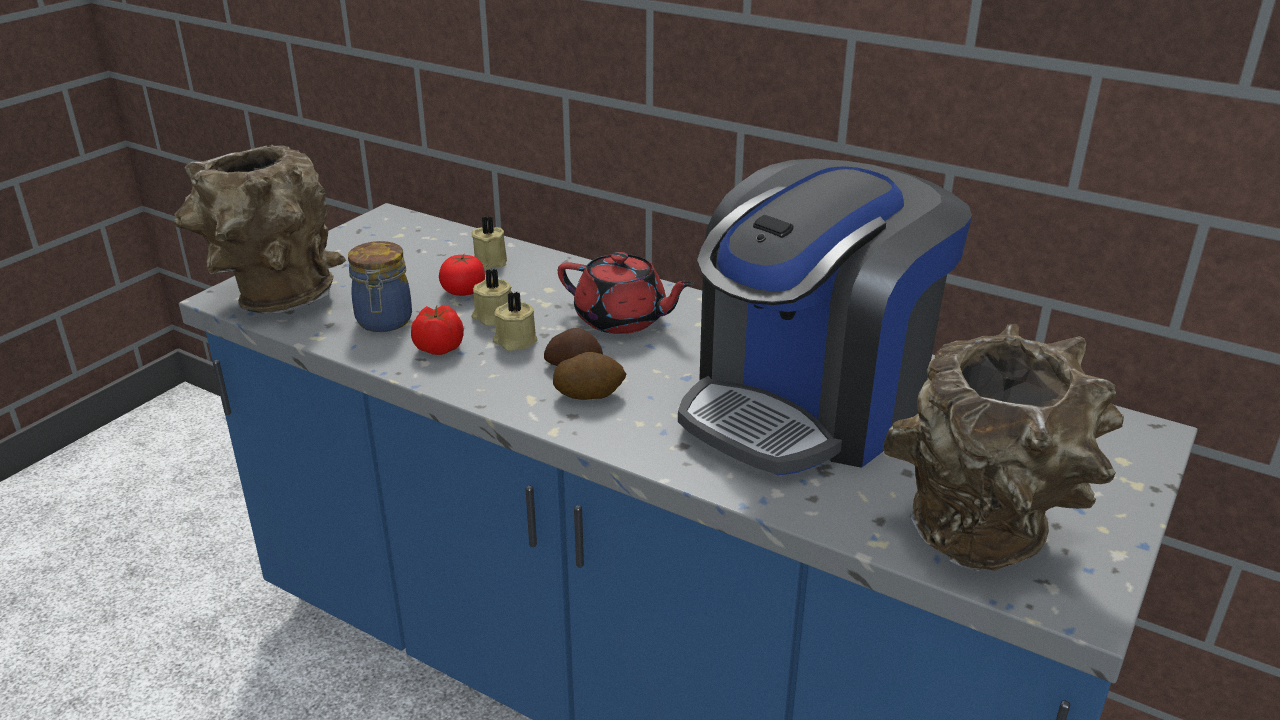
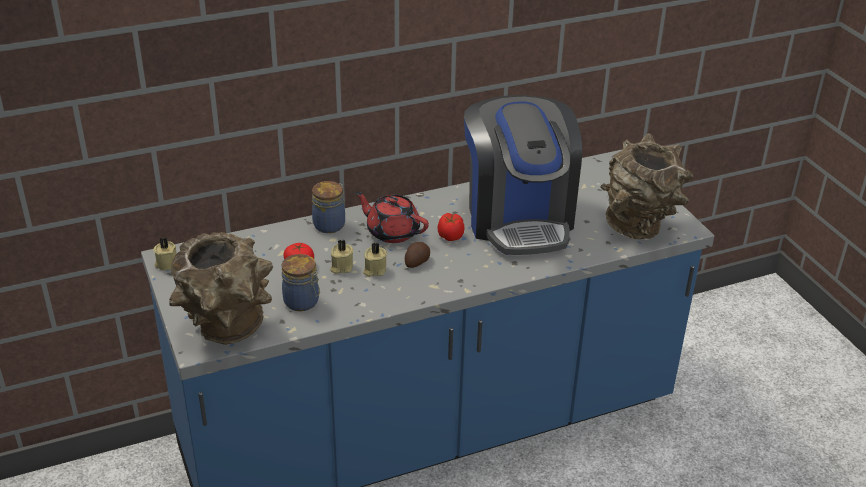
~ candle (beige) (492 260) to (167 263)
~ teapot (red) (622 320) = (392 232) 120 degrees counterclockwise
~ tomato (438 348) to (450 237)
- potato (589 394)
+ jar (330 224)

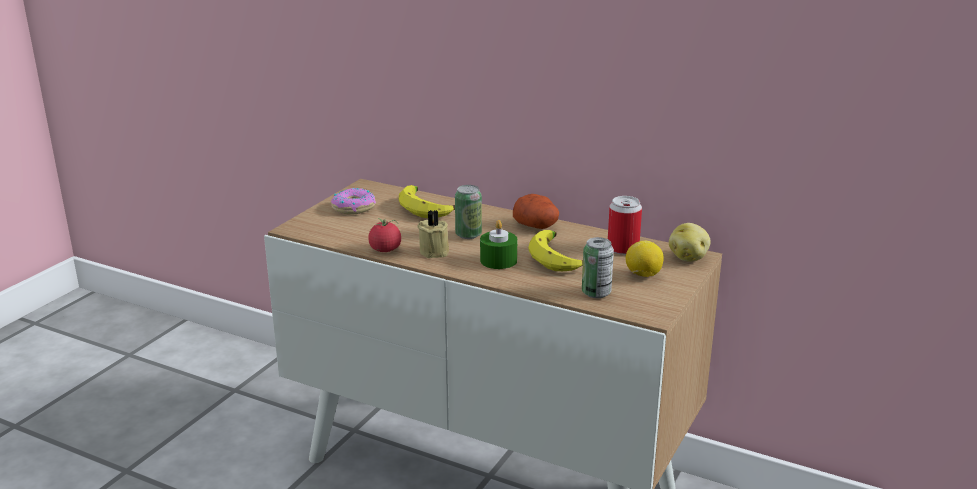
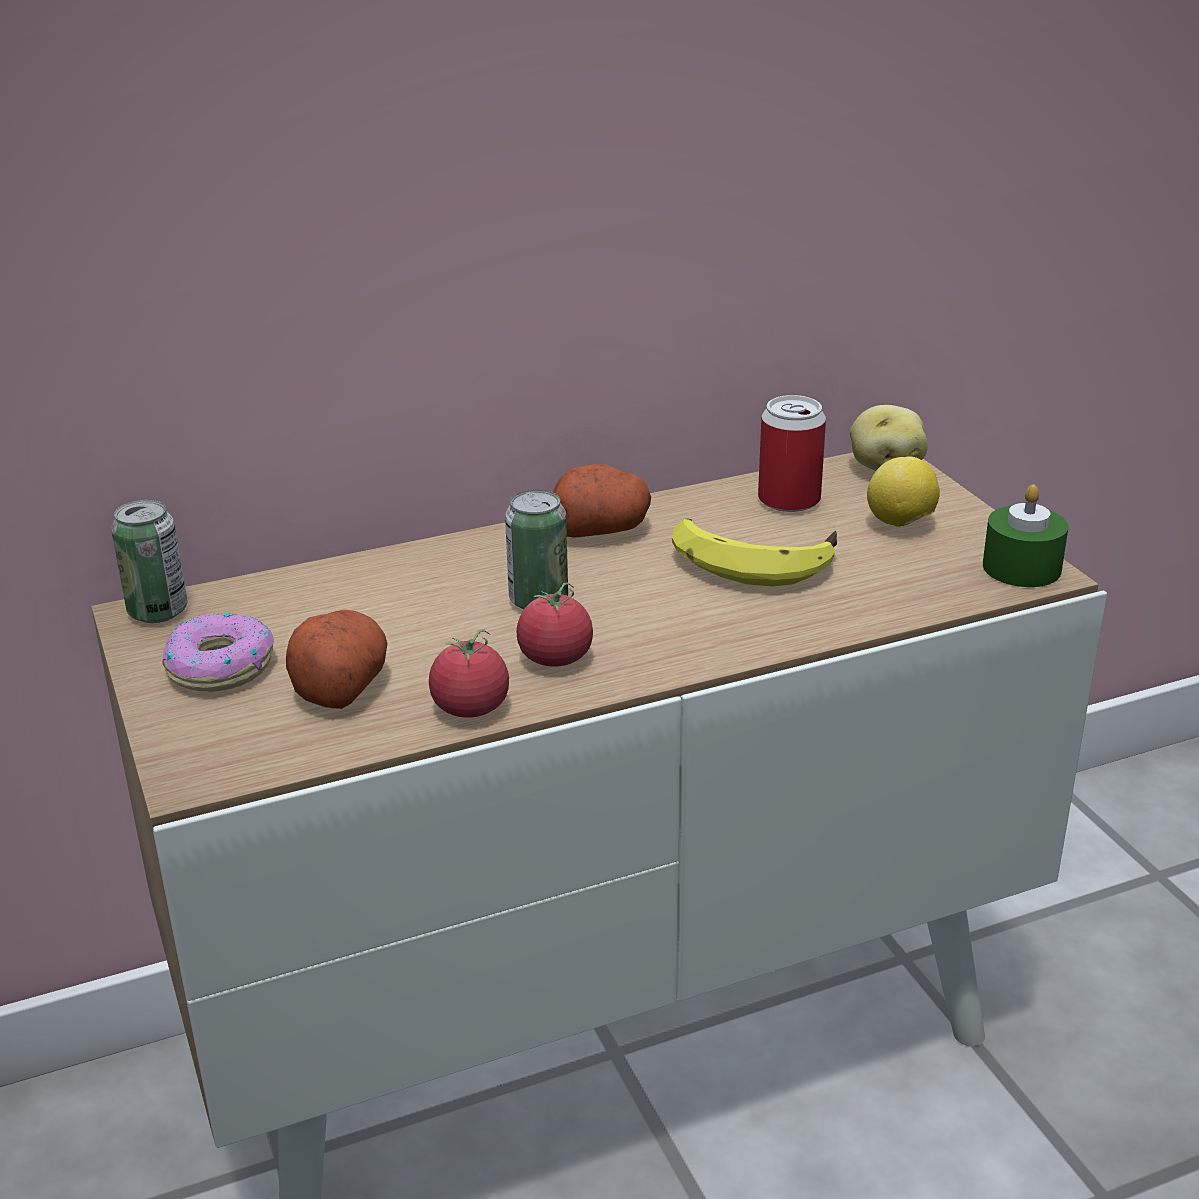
- banana (429 208)
~ candle (beige) (435 251) to tomato (555 658)
~ candle (green) (498 260) to (1021 568)
~ can (596 293) to (158 611)
+ potato (339 686)

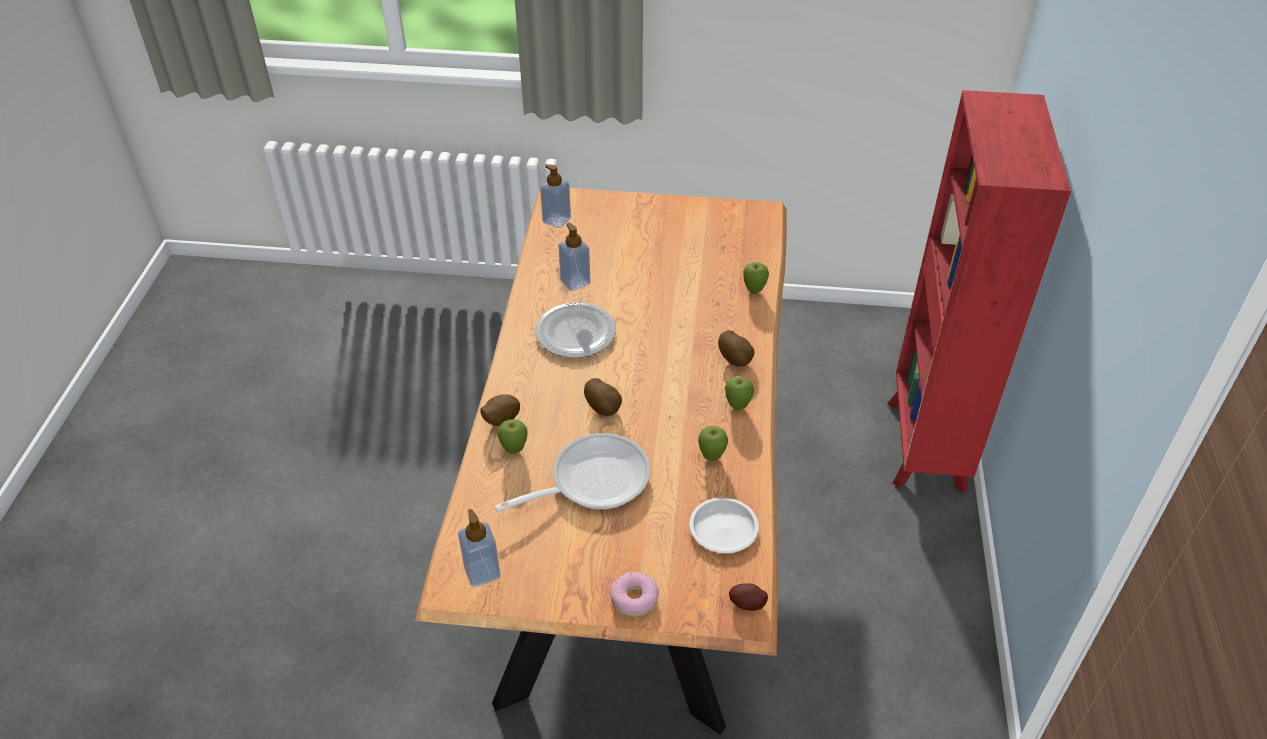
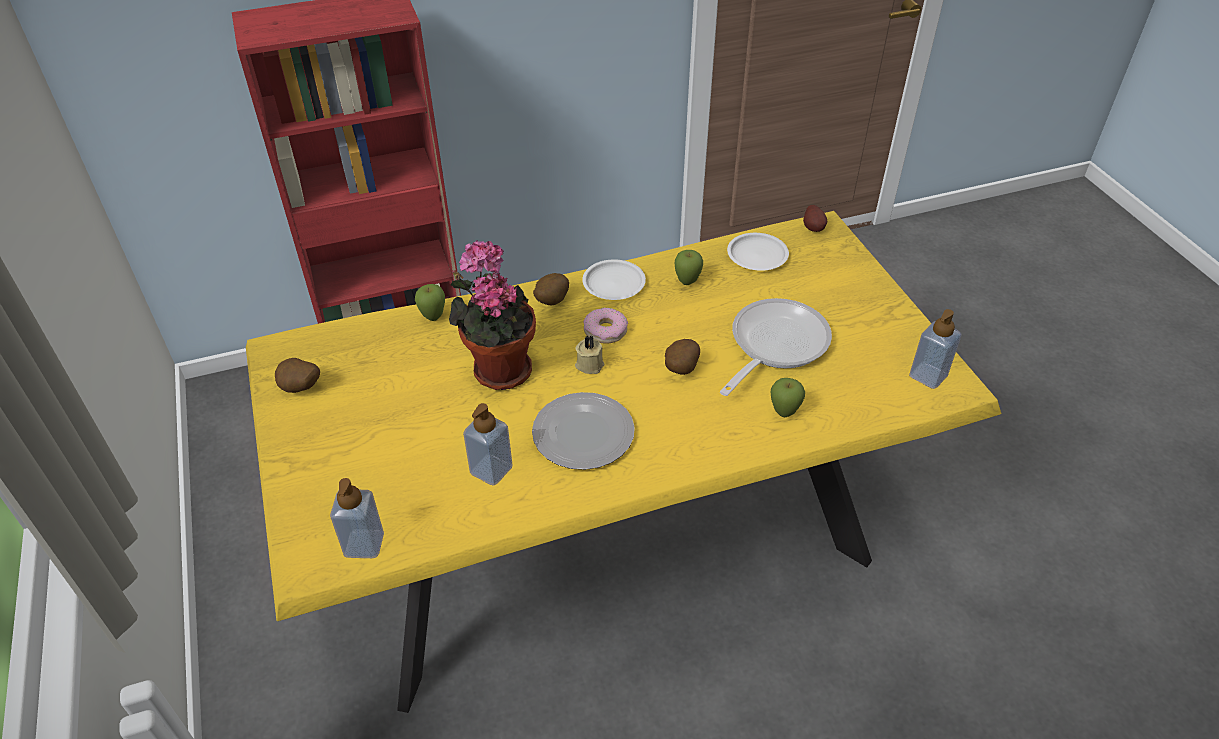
~ dining table (brown) (632 525) to dining table (yellow) (611 541)
~ apple (737 407) to plate (white) (614 284)
~ potato (500 420) to (301 389)
~ frying pan (591 480) = (774 345) 90 degrees clockwise
~ donut (634 598) to (605 331)
+ potted plant (498 368)
+ candle (beige) (589 364)

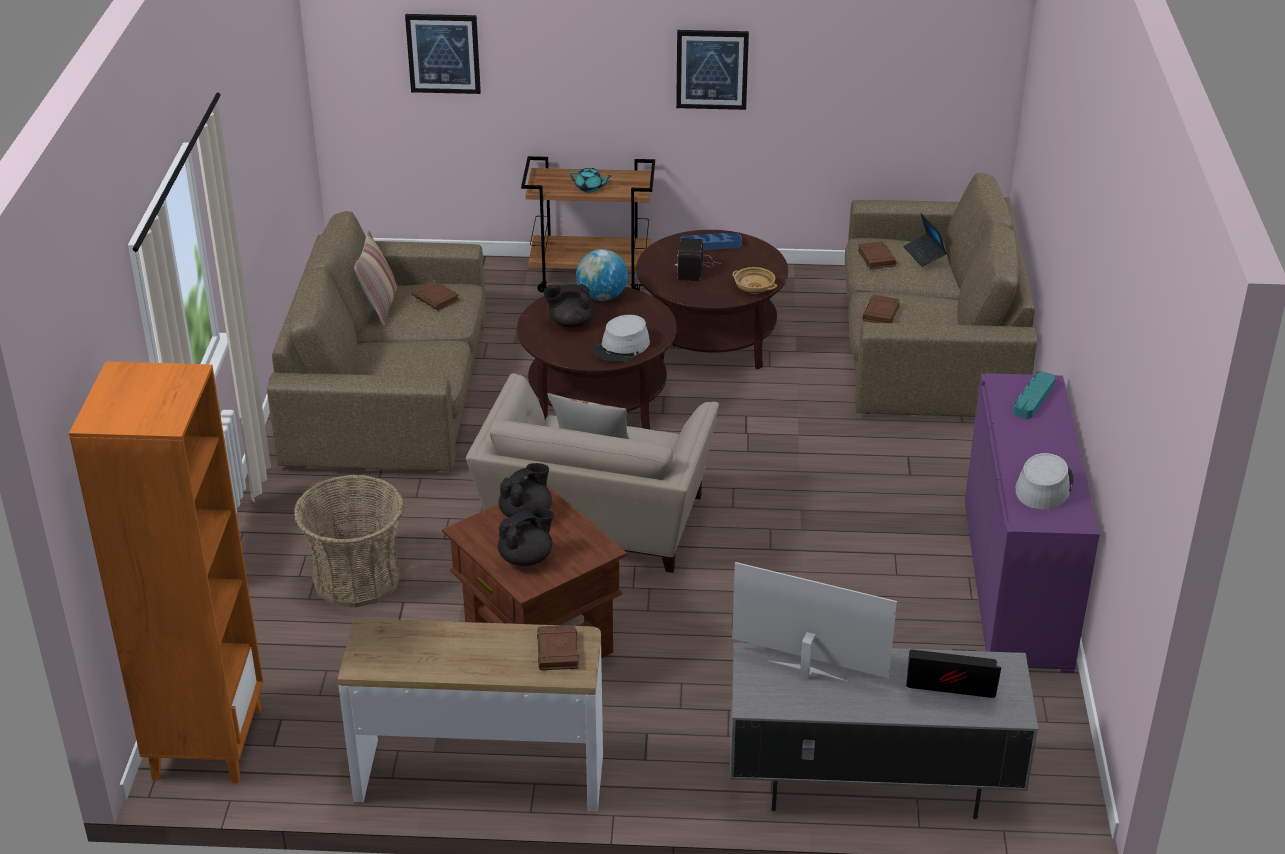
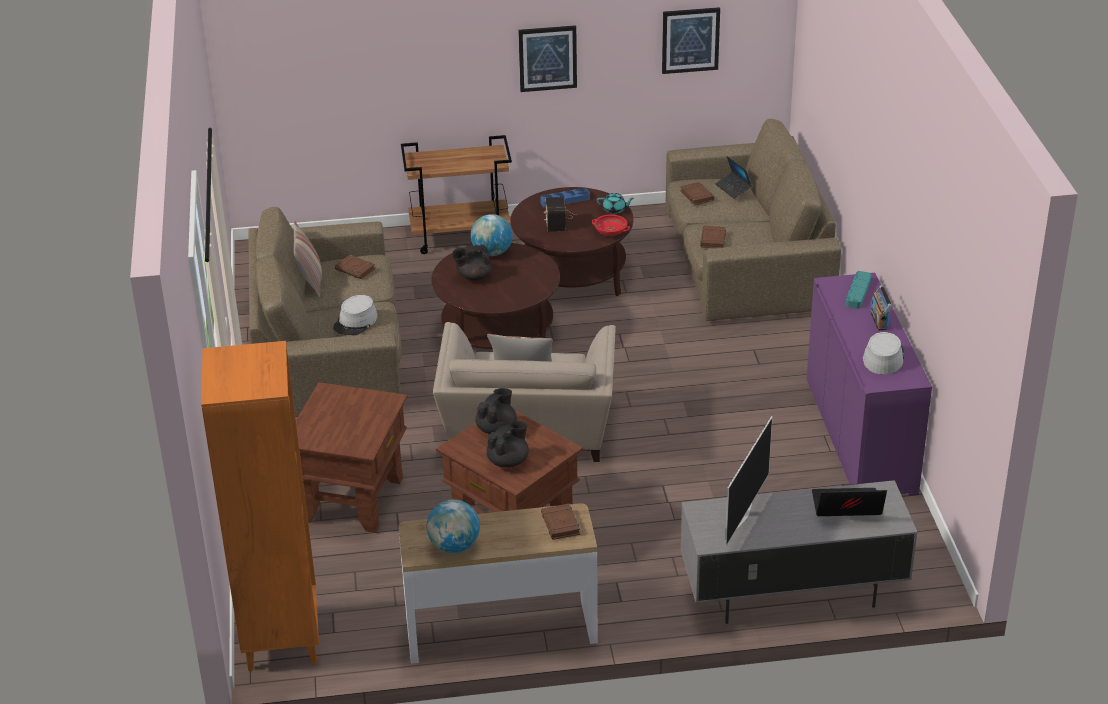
~ picture (443 53) to (690 40)
~ teapot (turquoise) (590 188) to (614 209)
~ bowl (beige) (753 289) to bowl (red) (610 232)
~ hat (grey) (622 347) to (355 322)
~ basket (356 578) to side table (brown) (353 499)
~ television (806 673) = (741 516) 105 degrees clockwise
+ radio (879 320)
+ globe (454 546)

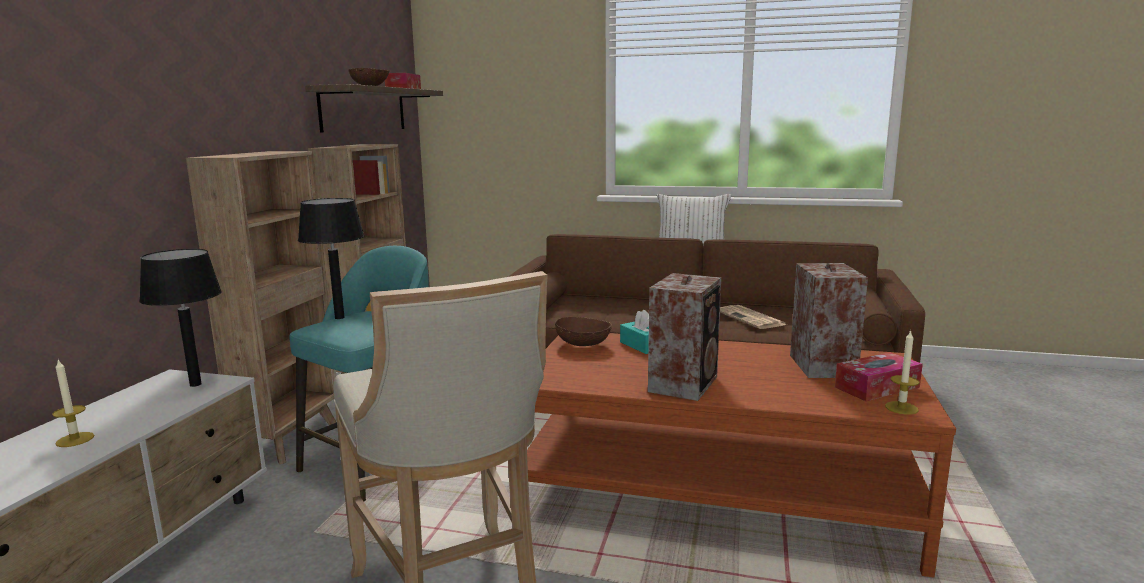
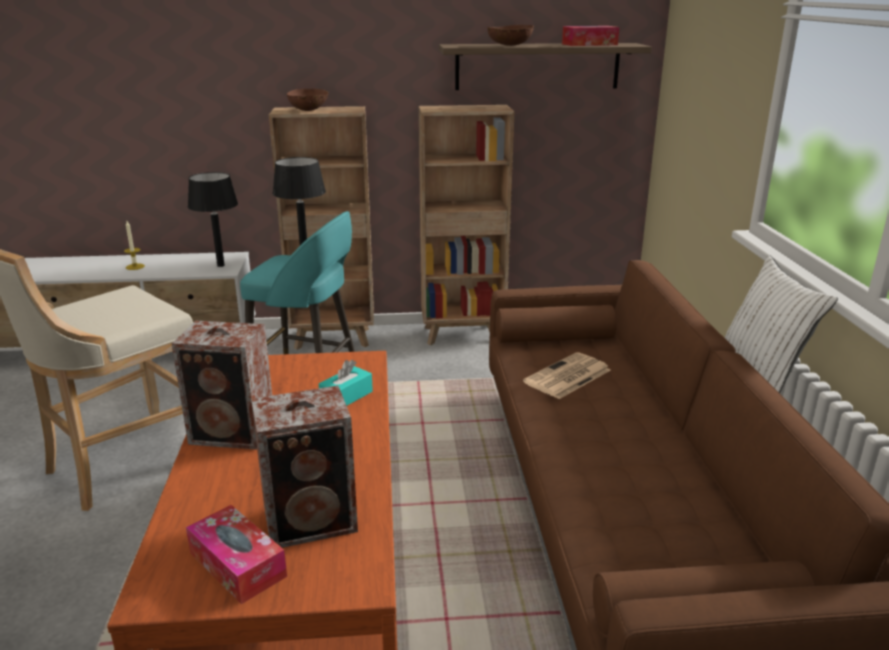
~ newspaper (751 318) to (567 377)
~ bowl (brown) (583 344) to (309 110)
- candle (901 408)

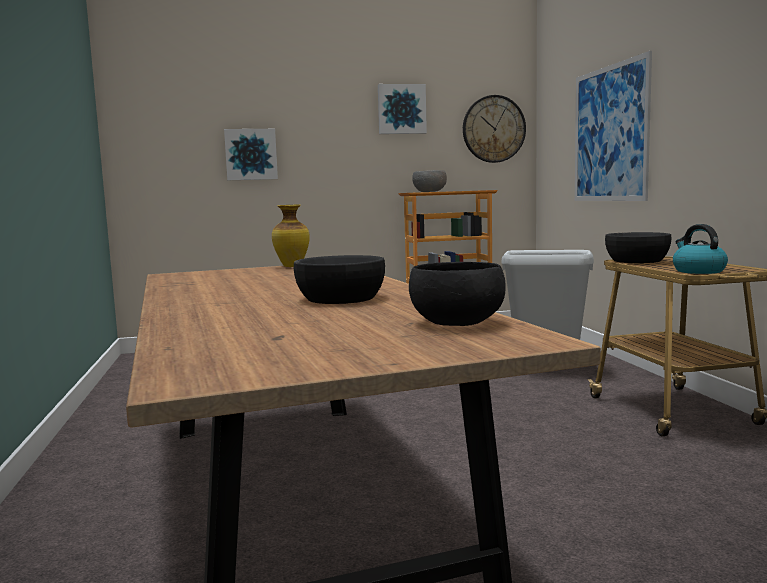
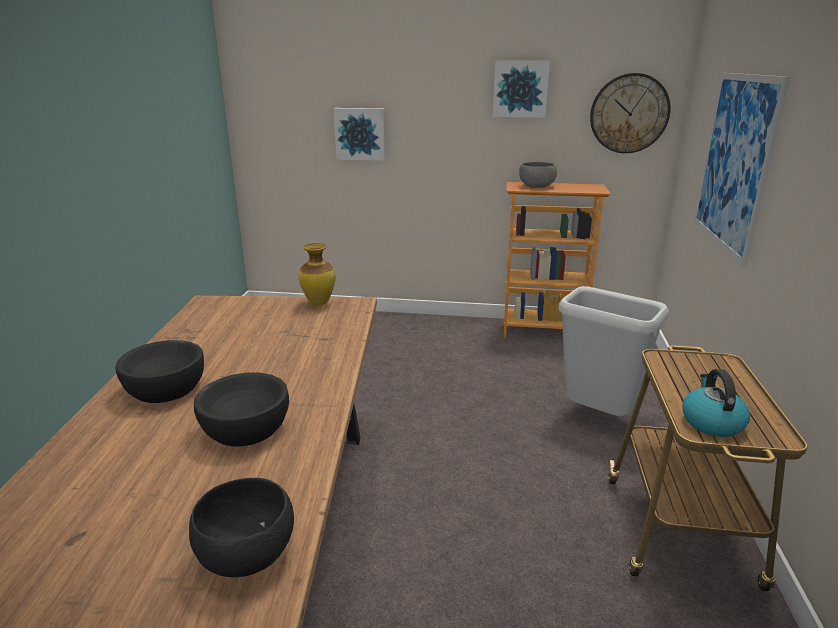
~ bowl (black) (636 260) to (165 387)

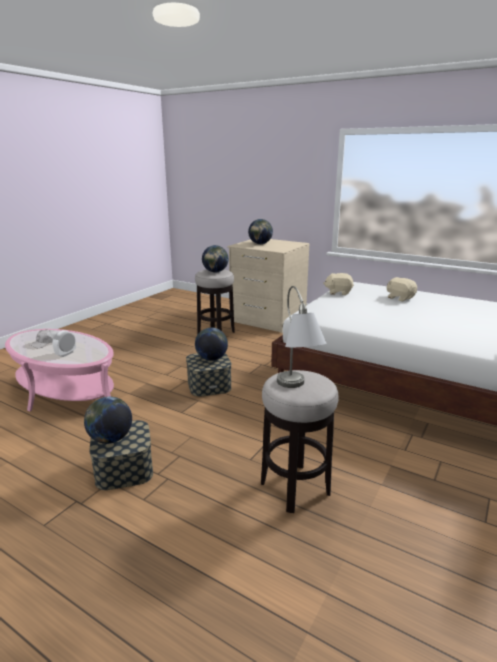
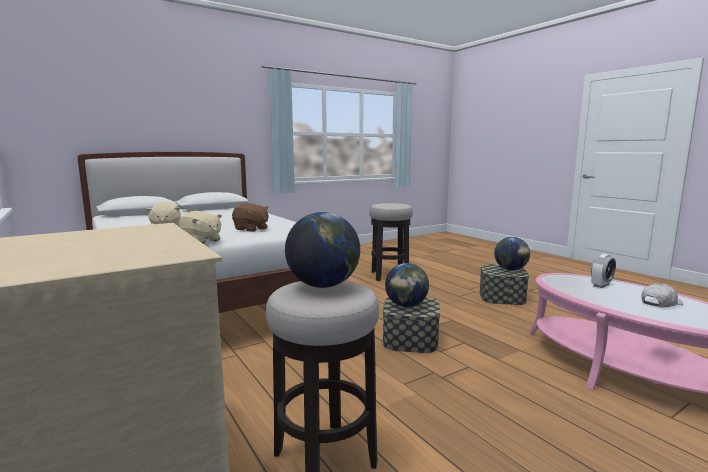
- globe (260 244)
- table lamp (grey) (297 390)
+ plush toy (brown) (251 229)

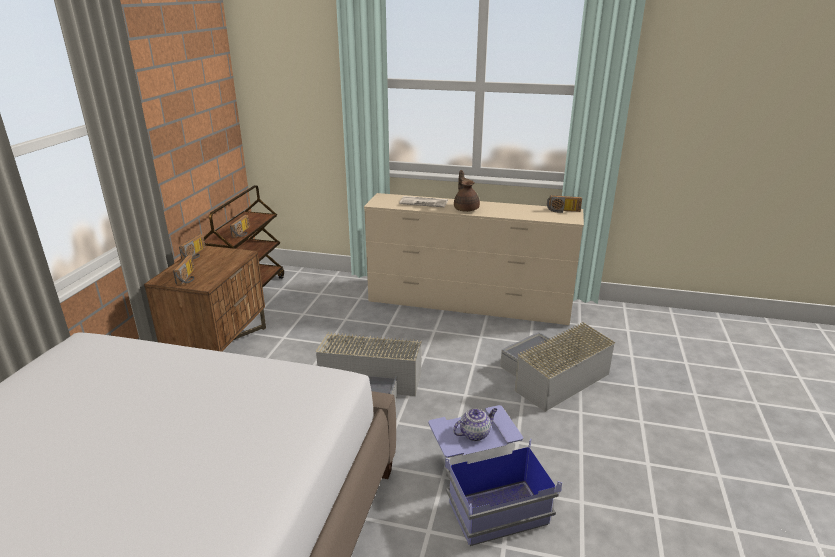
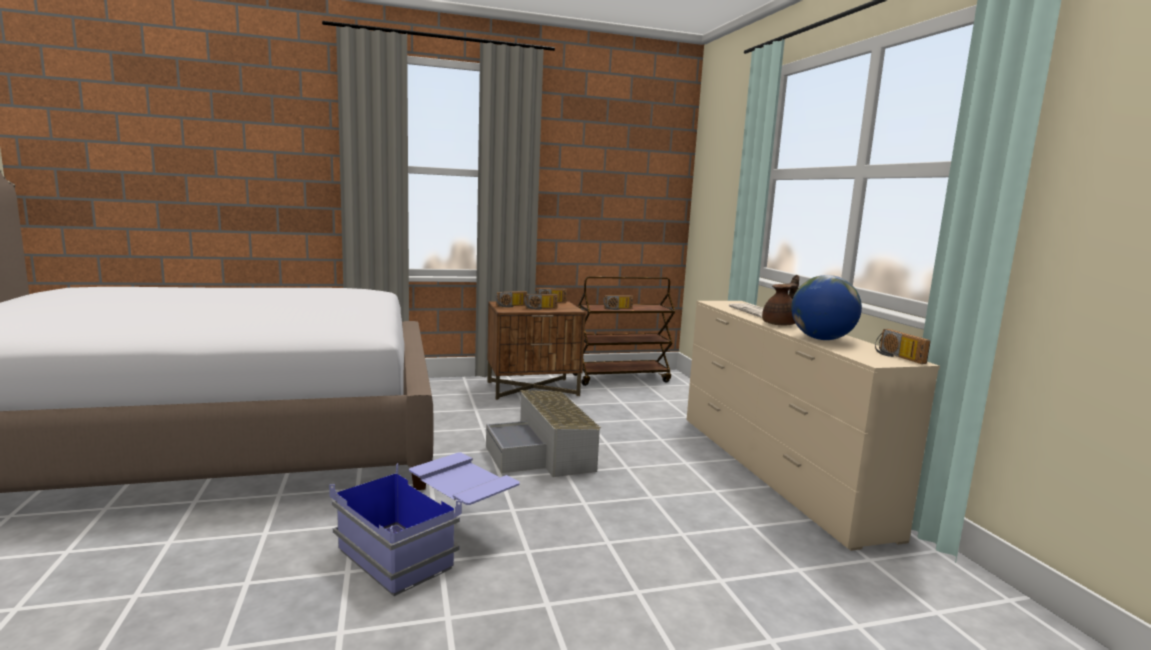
- storage box (grey) (551 377)
- teapot (475 433)
+ globe (821 339)
+ radio (541 308)

